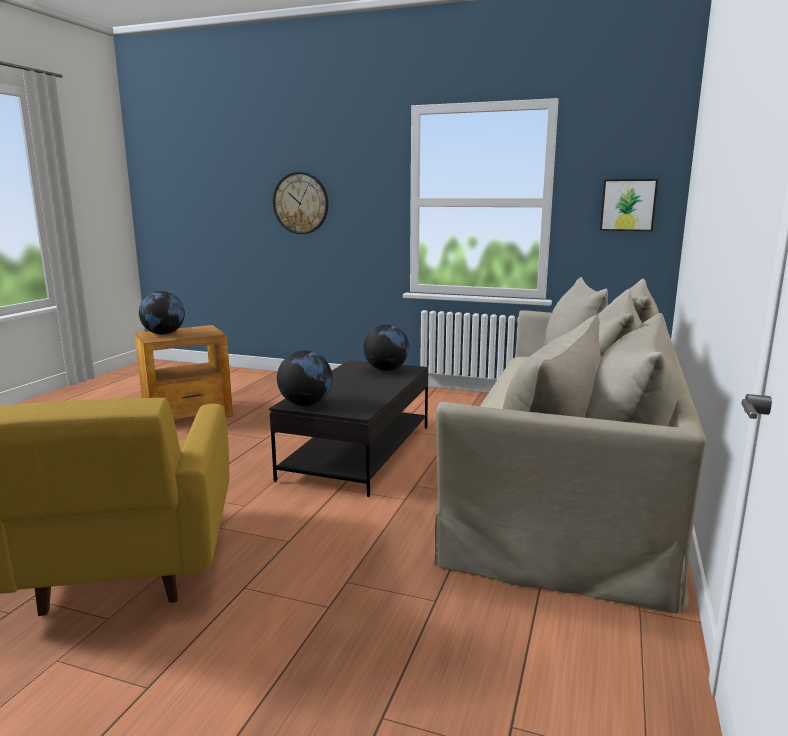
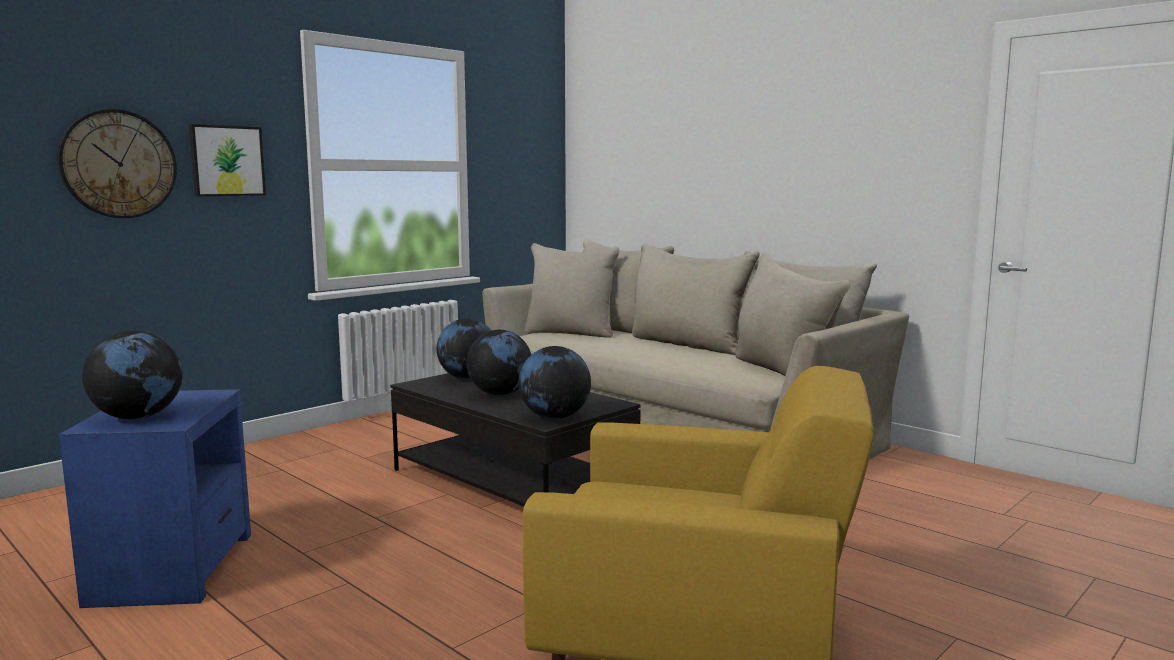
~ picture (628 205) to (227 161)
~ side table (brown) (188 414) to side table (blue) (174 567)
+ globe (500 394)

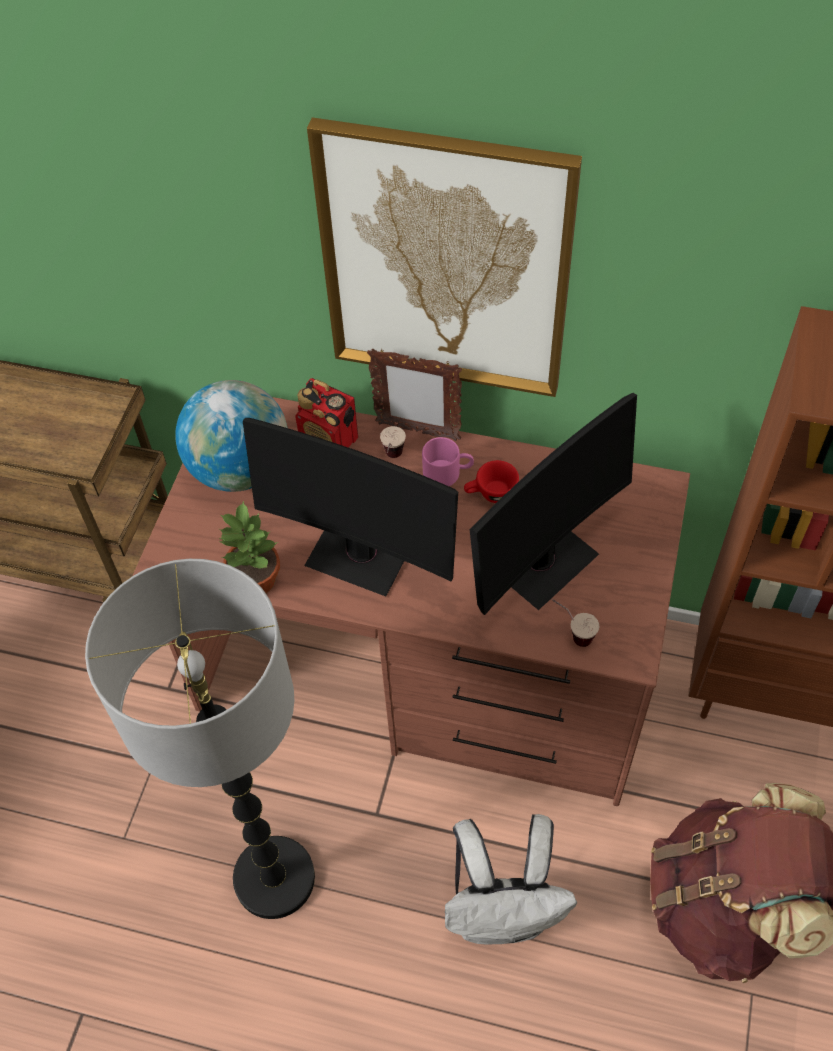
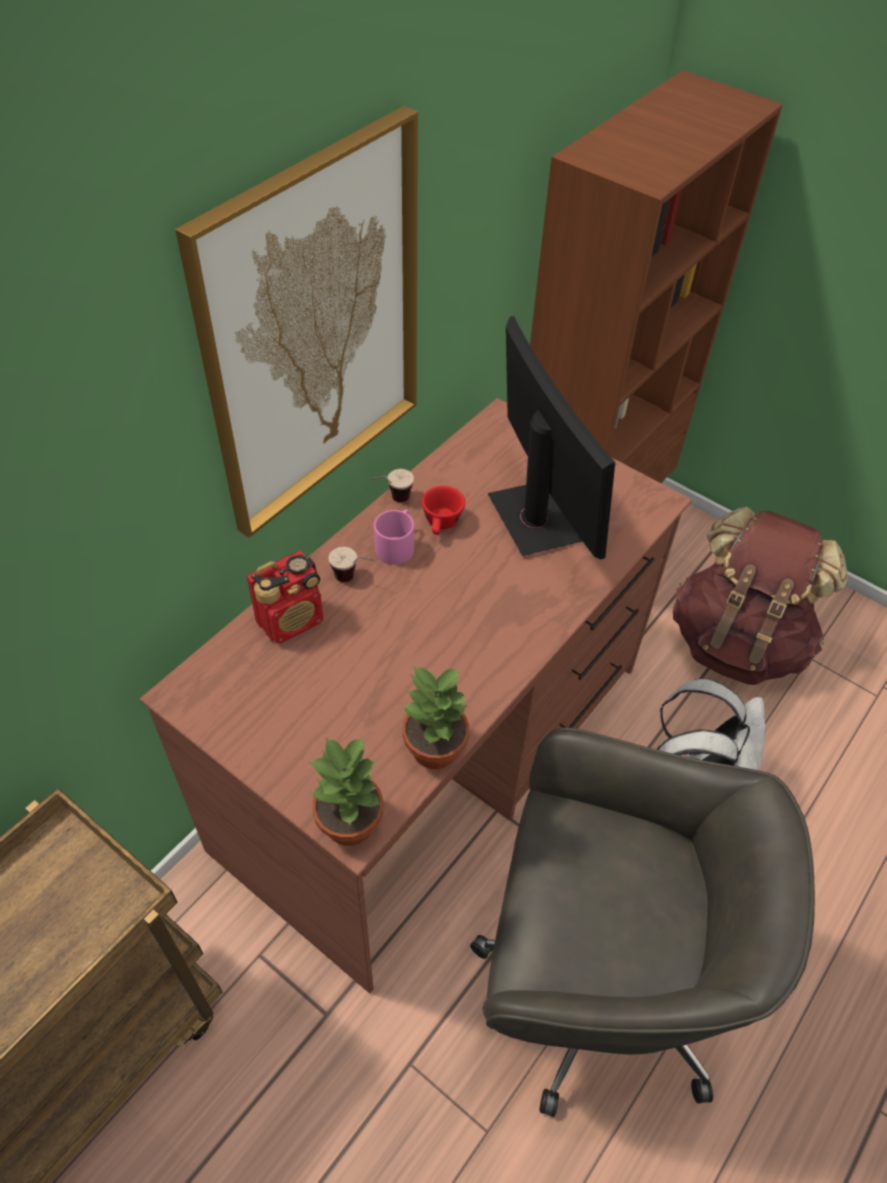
- picture frame (417 431)
- globe (240 469)
- monitor (360 554)
~ floor lamp (274 878) to office chair (grey) (594 980)
~ cup (572 633) to (391 501)
+ potted plant (350 821)

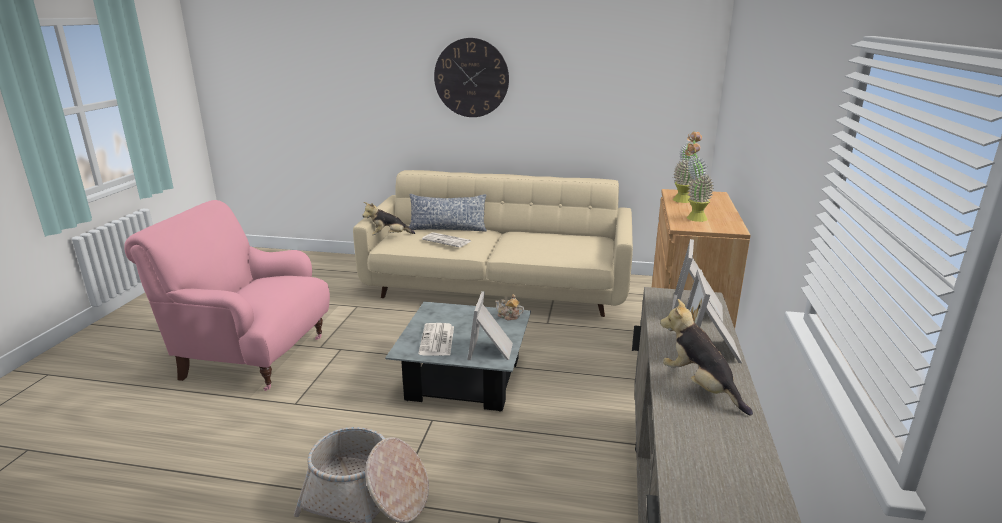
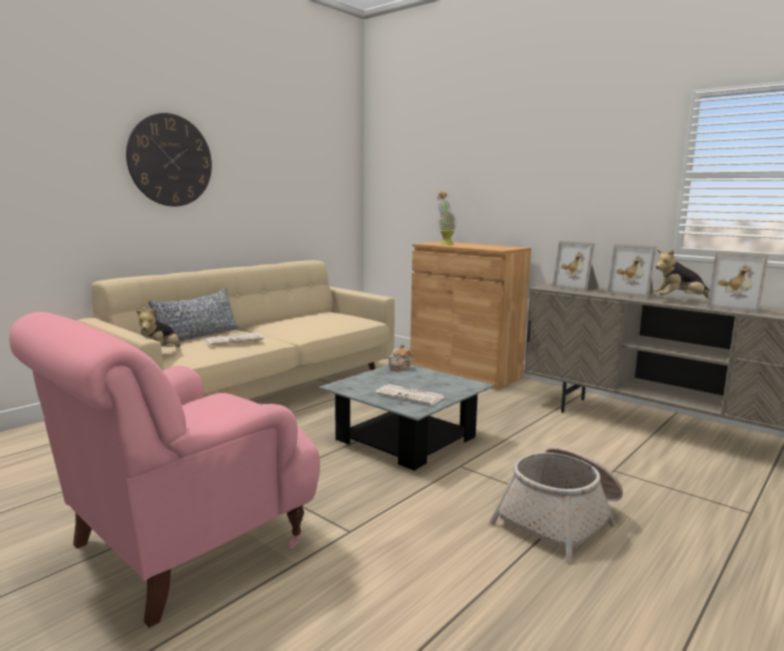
- potted plant (692 217)
~ picture frame (491 350) to (735 307)

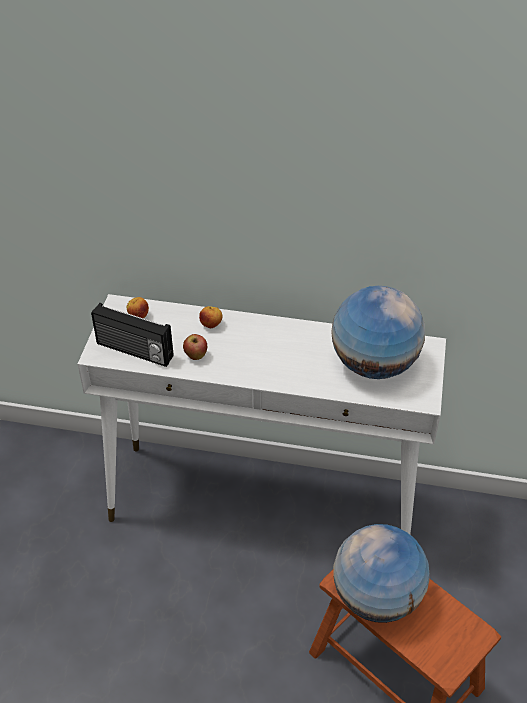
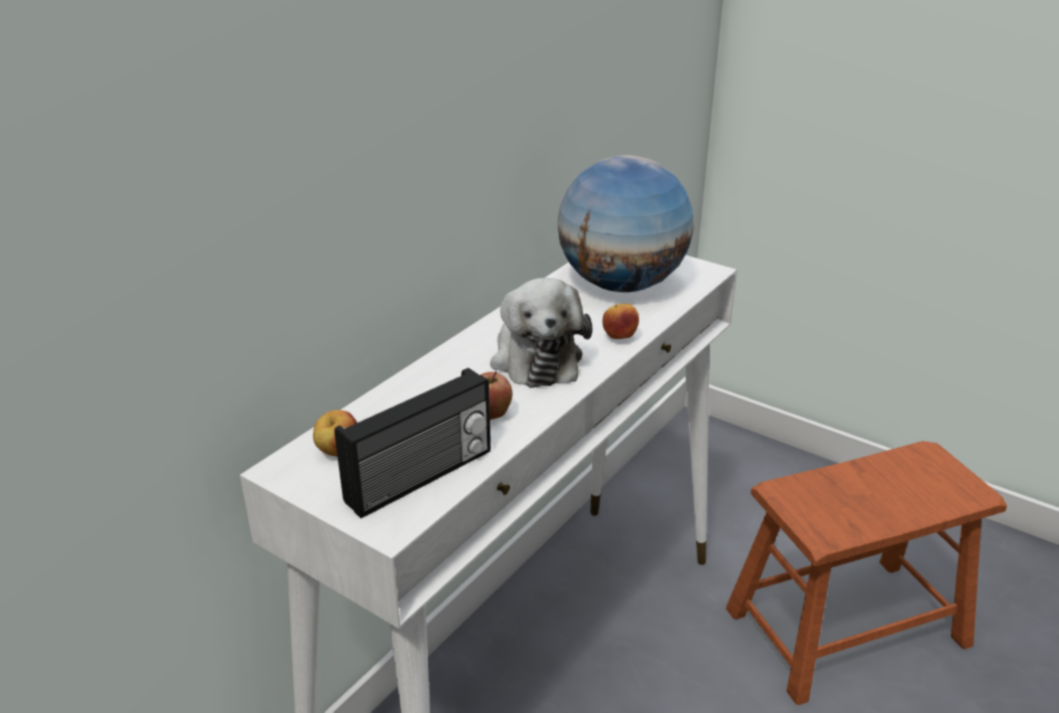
~ apple (211 325) to (619 337)
- globe (377 597)
+ plush toy (535 357)

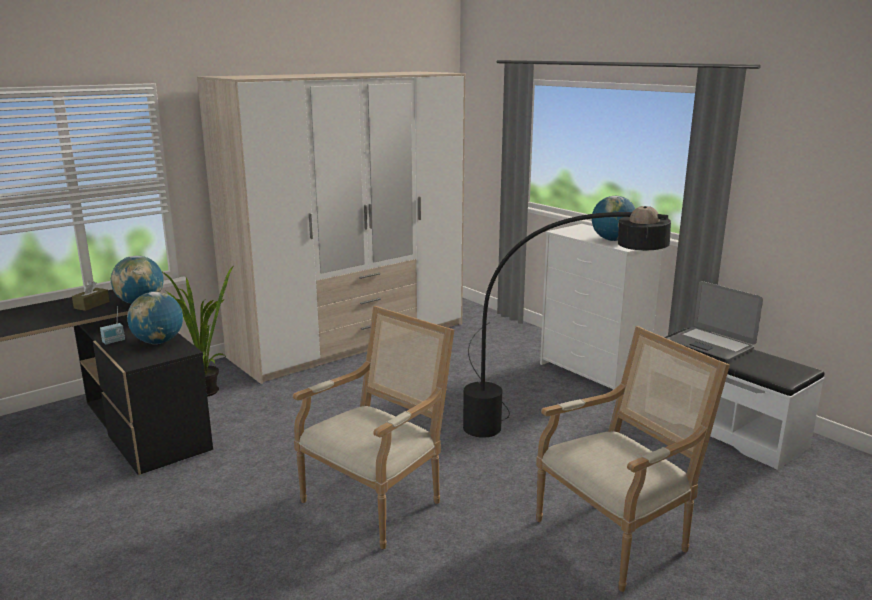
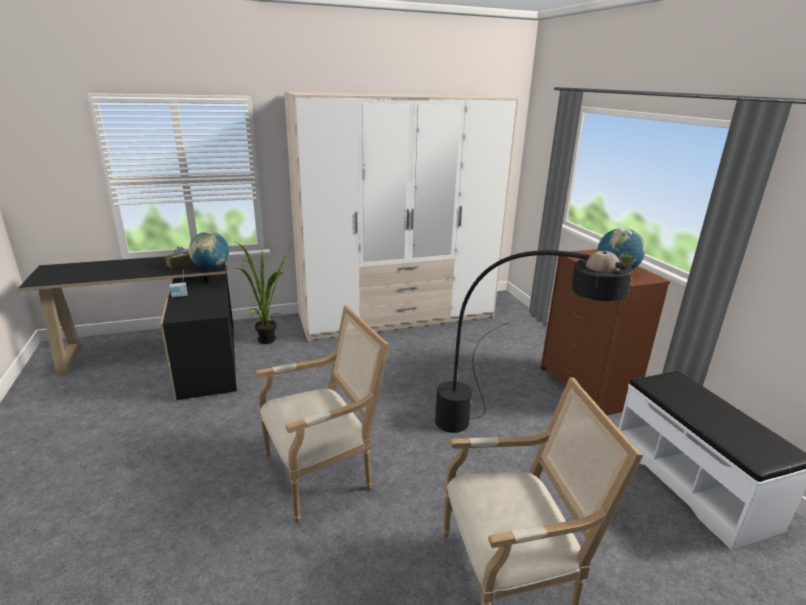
~ dresser (white) (593 373) to dresser (brown) (586 388)
- laptop (710 344)
- globe (158 342)

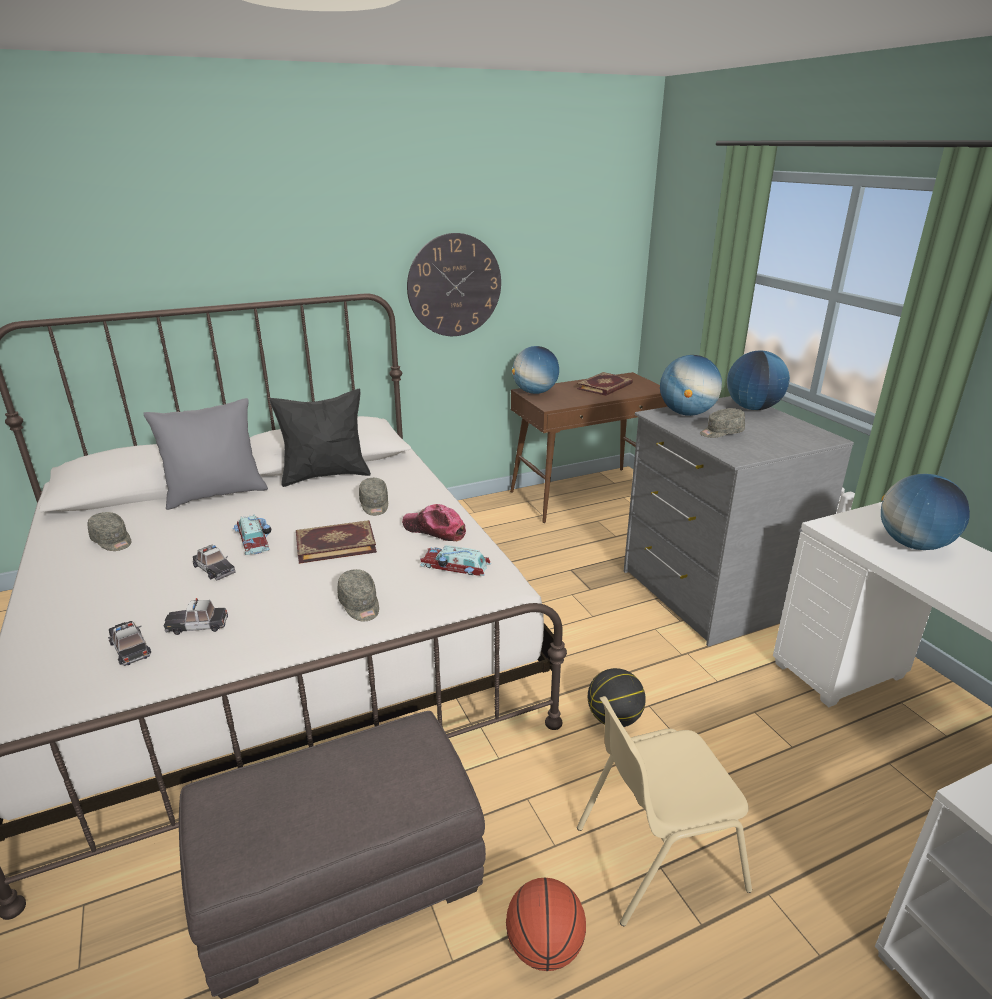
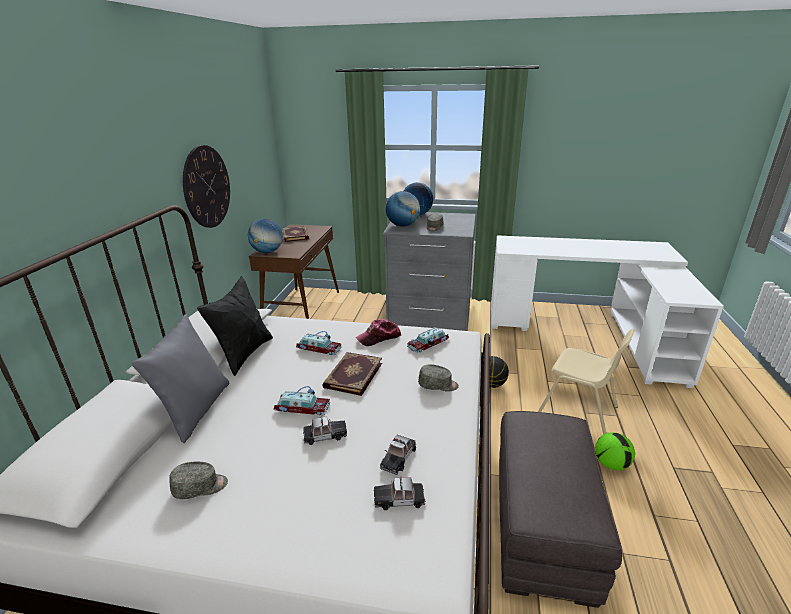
- globe (913 544)
~ cap (grey) (374 505) to toy car (319 348)
~ chair (beige) (656 856) = (578 411) 75 degrees counterclockwise
~ basketball (544 947) to football (611 464)

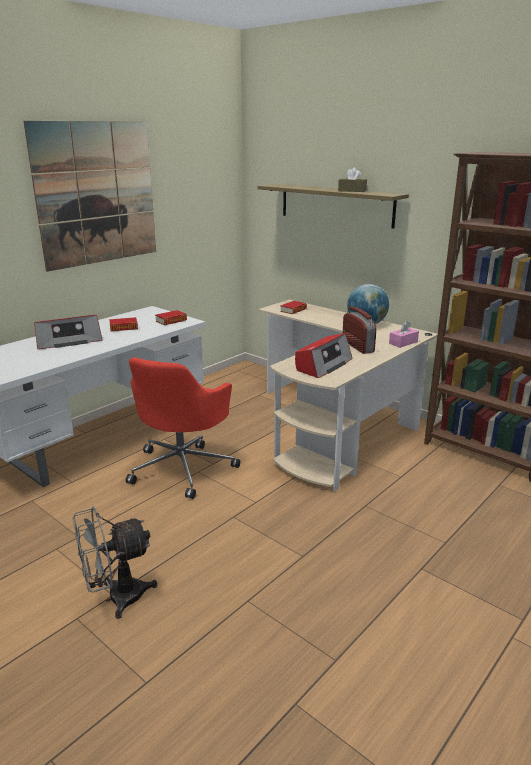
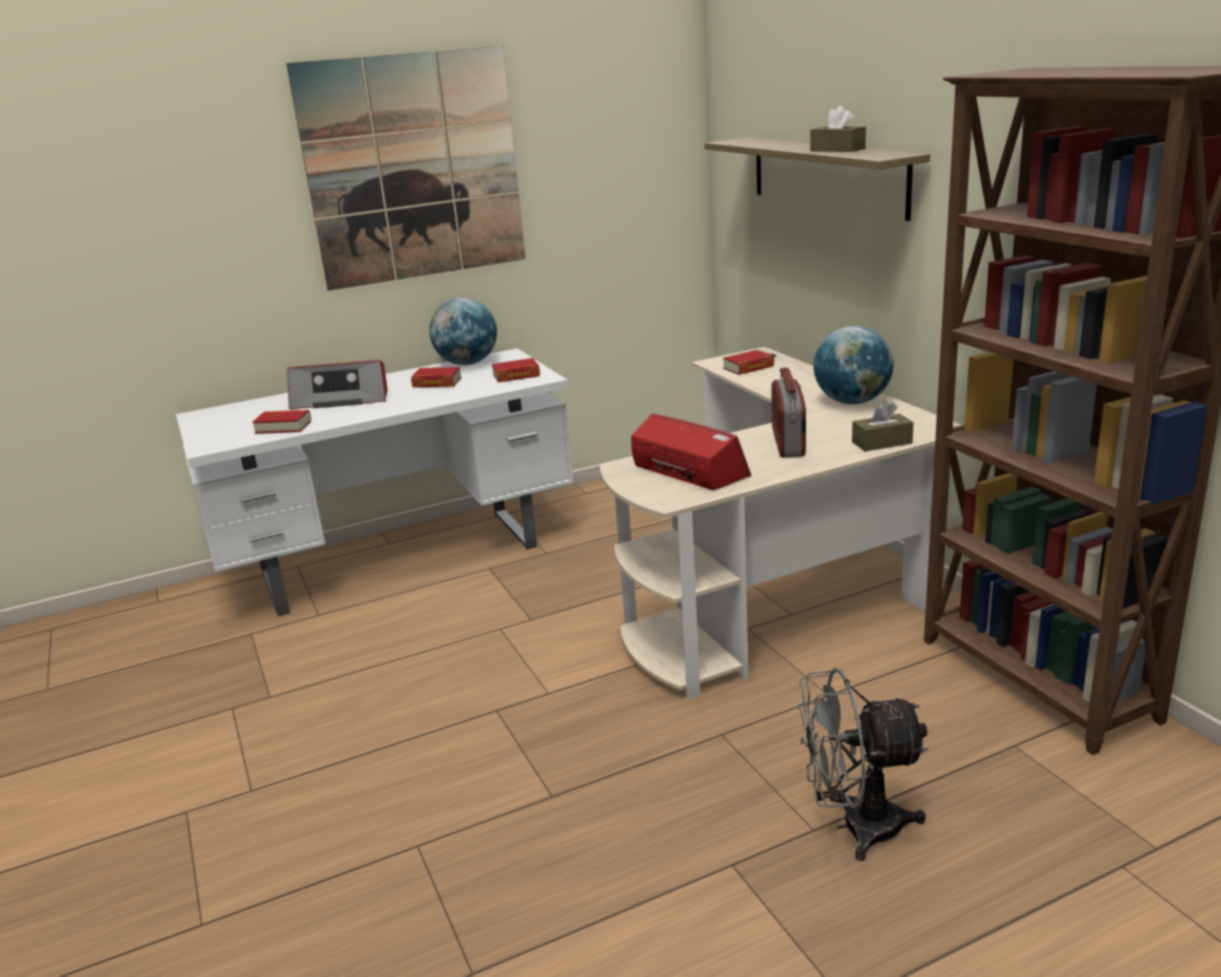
~ tissue box (pink) (403 343) to tissue box (brown) (882 443)
~ radio (323 365) = (688 472) 105 degrees counterclockwise
- office chair (red) (183 467)
~ fan (grey) (116 598) to (855 827)
+ globe (467 363)
+ book (283 427)

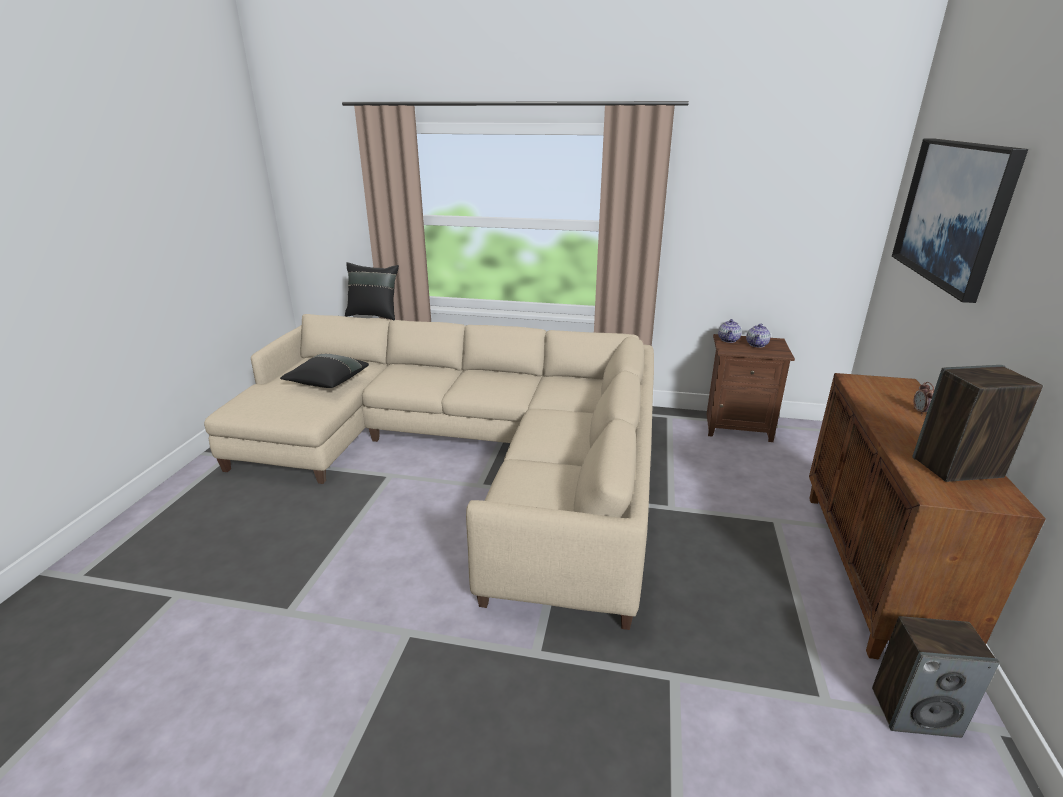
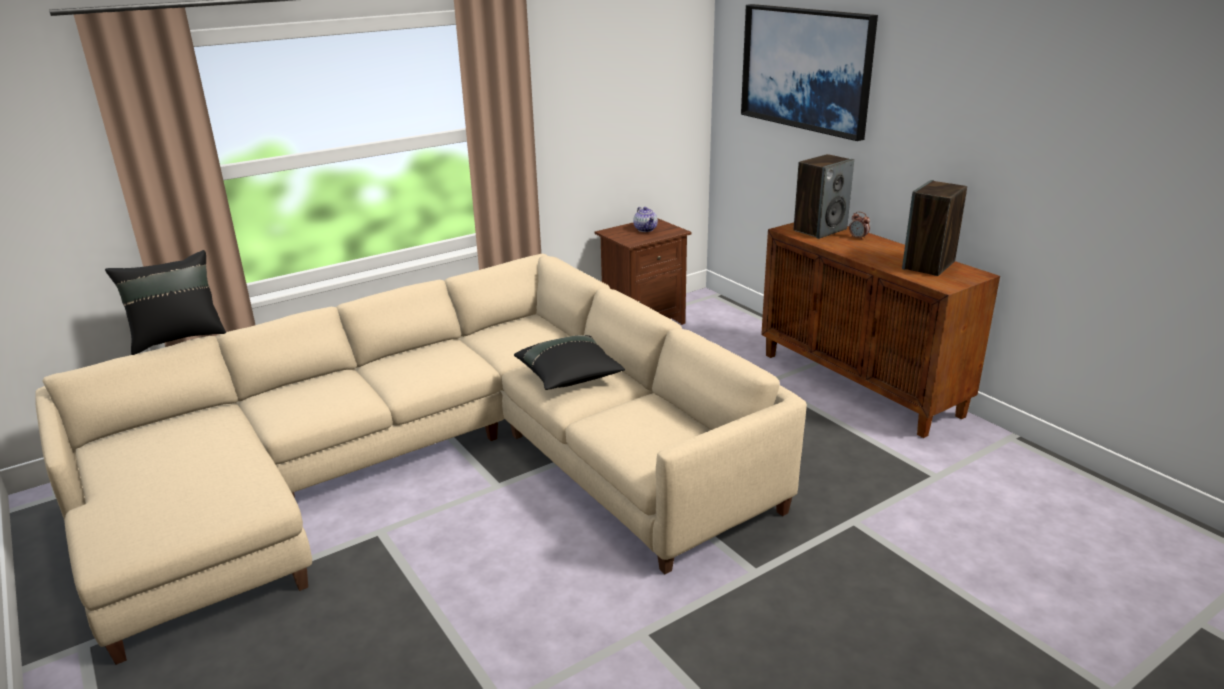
- teapot (729 340)
~ pillow (black) (327 382) to (569 377)
~ speaker (915 712) to (820 230)

